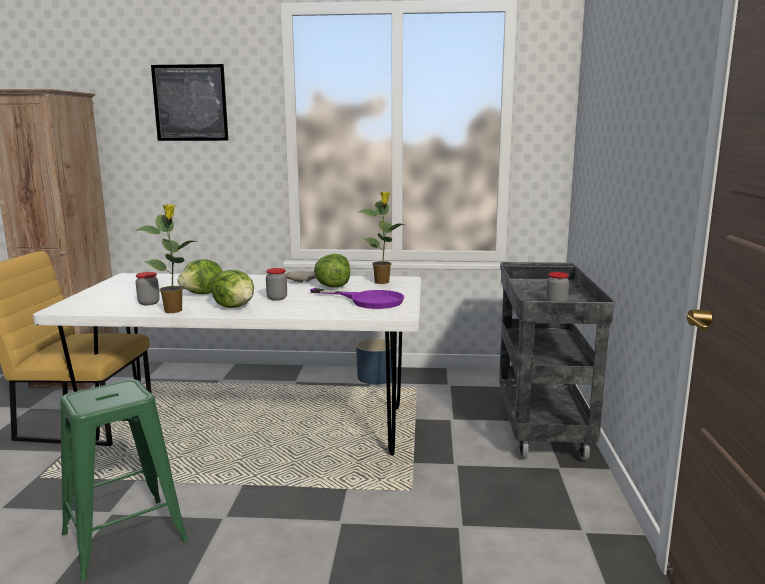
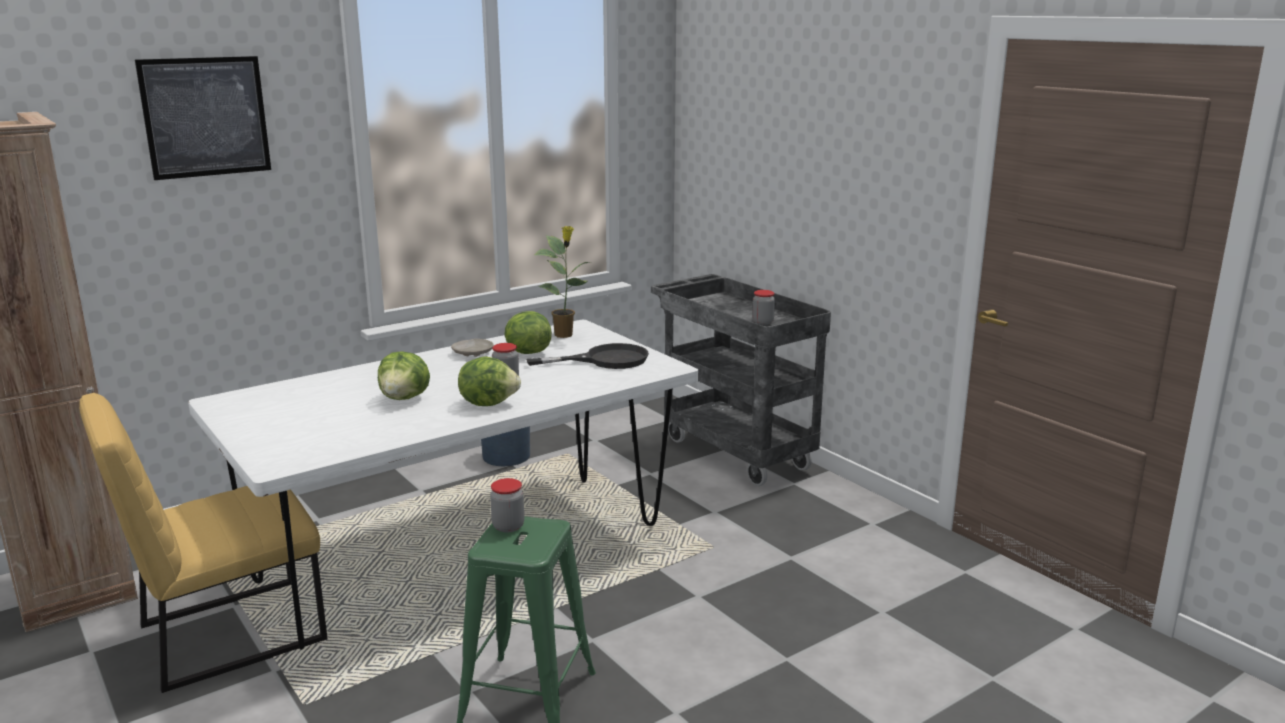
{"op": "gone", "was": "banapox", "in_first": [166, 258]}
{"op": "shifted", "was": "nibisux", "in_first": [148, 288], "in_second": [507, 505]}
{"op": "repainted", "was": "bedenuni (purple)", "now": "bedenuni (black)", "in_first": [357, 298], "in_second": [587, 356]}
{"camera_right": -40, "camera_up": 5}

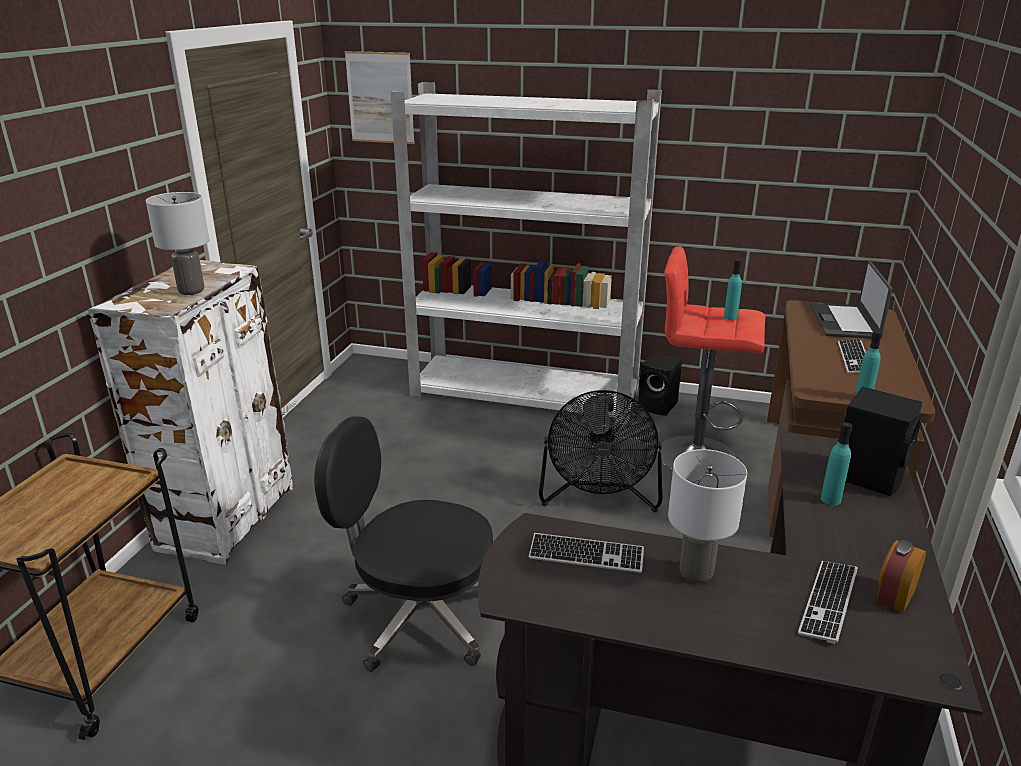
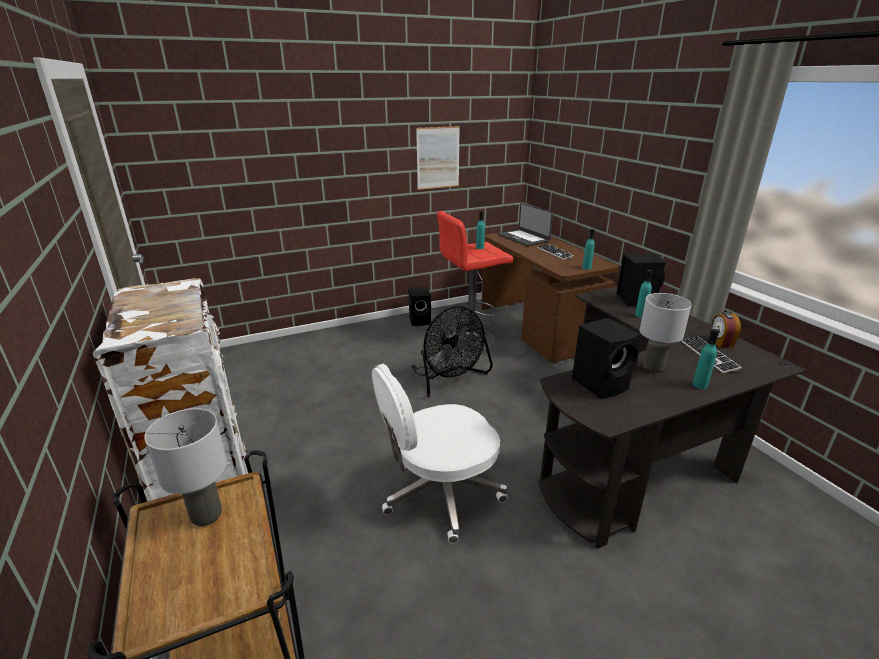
{"op": "shifted", "was": "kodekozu", "in_first": [380, 97], "in_second": [438, 158]}
{"op": "gone", "was": "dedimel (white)", "in_first": [526, 253]}
{"op": "shifted", "was": "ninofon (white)", "in_first": [177, 243], "in_second": [185, 467]}
{"op": "repainted", "was": "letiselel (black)", "now": "letiselel (white)", "in_first": [403, 544], "in_second": [439, 453]}
{"op": "swapped", "was": "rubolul", "now": "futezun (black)", "in_first": [586, 553], "in_second": [606, 358]}
{"op": "new", "now": "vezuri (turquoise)", "in_second": [706, 359]}
{"camera_right": -40, "camera_up": 0}

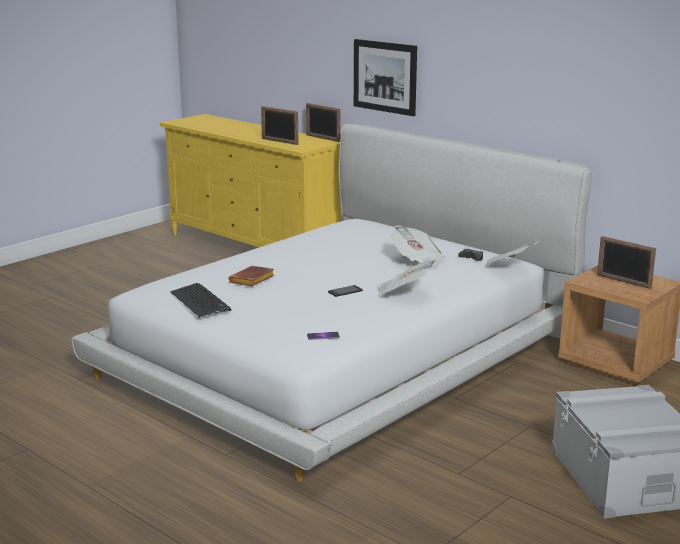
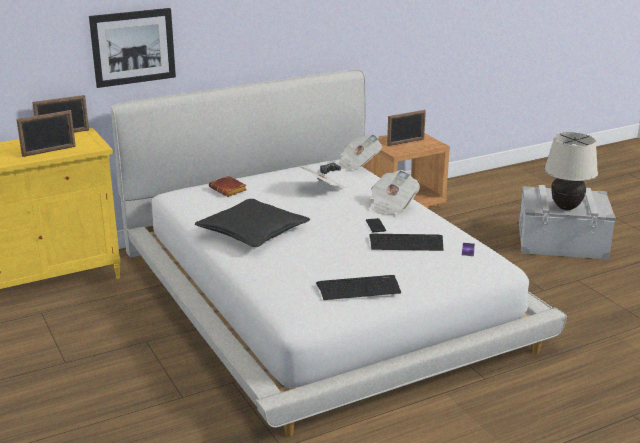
{"op": "shifted", "was": "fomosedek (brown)", "in_first": [251, 276], "in_second": [228, 186]}
{"op": "new", "now": "ninofon (beige)", "in_second": [571, 171]}
{"op": "new", "now": "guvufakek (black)", "in_second": [252, 223]}
{"op": "new", "now": "rubolul", "in_second": [406, 242]}
{"camera_right": -70, "camera_up": 5}

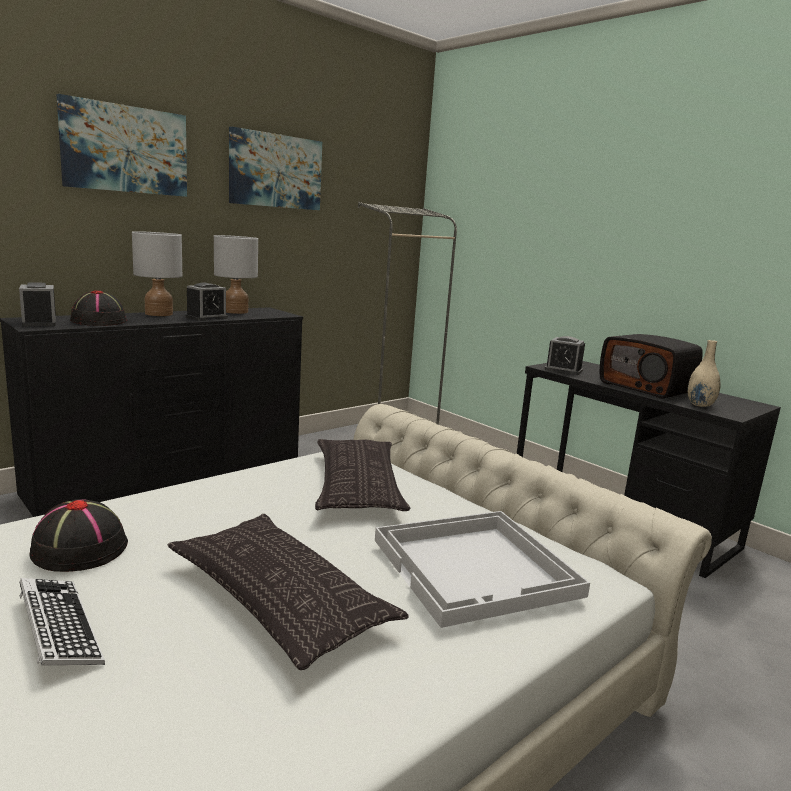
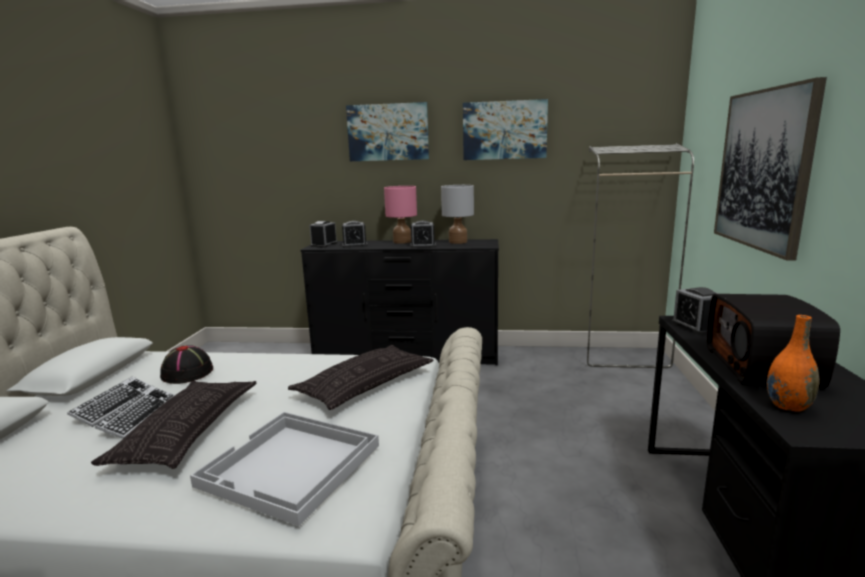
{"op": "repainted", "was": "ninofon (grey)", "now": "ninofon (pink)", "in_first": [157, 273], "in_second": [400, 215]}
{"op": "swapped", "was": "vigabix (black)", "now": "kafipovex", "in_first": [98, 308], "in_second": [355, 234]}
{"op": "repainted", "was": "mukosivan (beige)", "now": "mukosivan (orange)", "in_first": [704, 373], "in_second": [793, 363]}
{"op": "new", "now": "kodekozu", "in_second": [770, 169]}
{"op": "new", "now": "rubolul", "in_second": [135, 412]}
{"camera_right": 50, "camera_up": 0}

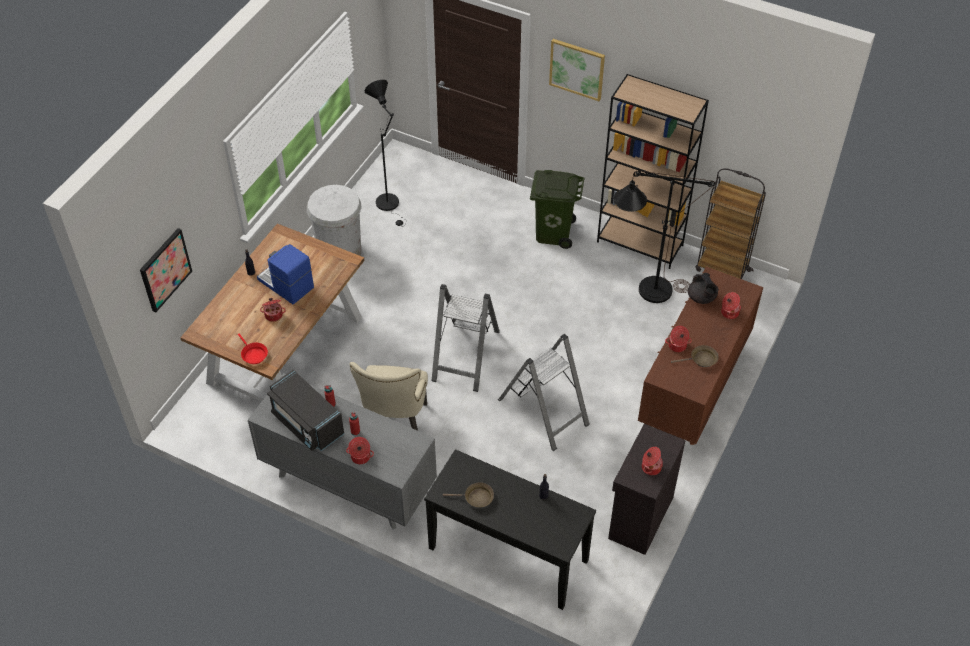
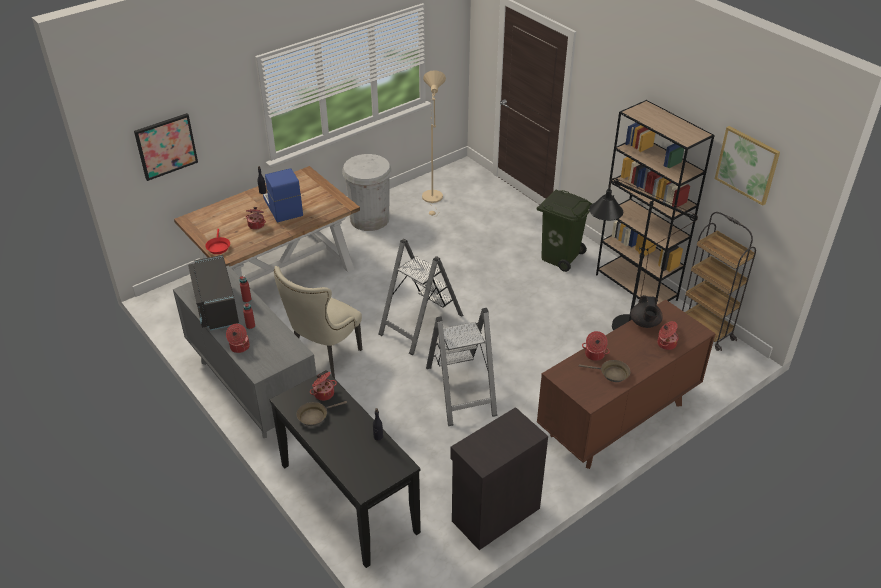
{"op": "shifted", "was": "kodekozu", "in_first": [577, 70], "in_second": [747, 166]}
{"op": "repainted", "was": "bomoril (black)", "now": "bomoril (beige)", "in_first": [385, 153], "in_second": [434, 143]}
{"op": "shifted", "was": "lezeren", "in_first": [652, 461], "in_second": [323, 386]}
{"op": "rotated", "was": "bedenuni (brown)", "in_first": [468, 494], "in_second": [321, 413], "clockwise": 120}
{"camera_right": 25, "camera_up": -10}

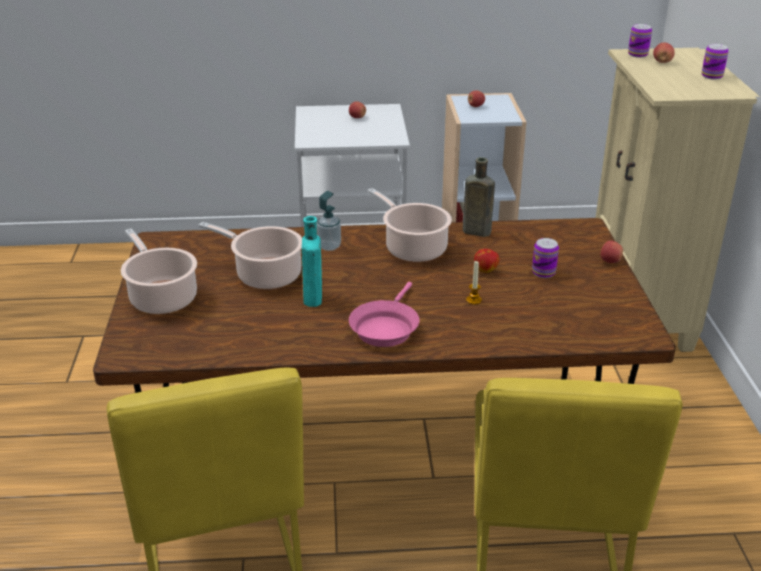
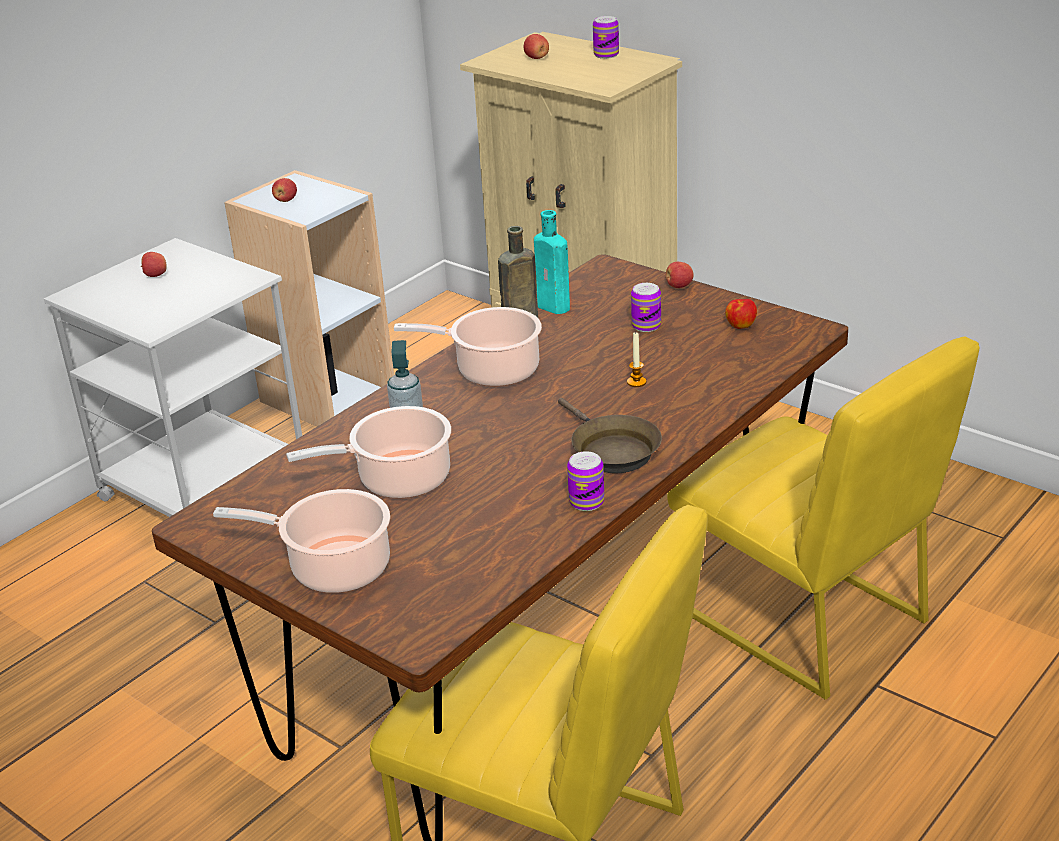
{"op": "shifted", "was": "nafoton", "in_first": [640, 41], "in_second": [585, 481]}
{"op": "shifted", "was": "vezuri (turquoise)", "in_first": [312, 261], "in_second": [552, 262]}
{"op": "shifted", "was": "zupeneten", "in_first": [486, 261], "in_second": [741, 314]}
{"op": "repainted", "was": "bedenuni (pink)", "now": "bedenuni (brown)", "in_first": [384, 314], "in_second": [610, 435]}
{"camera_right": -45, "camera_up": 0}

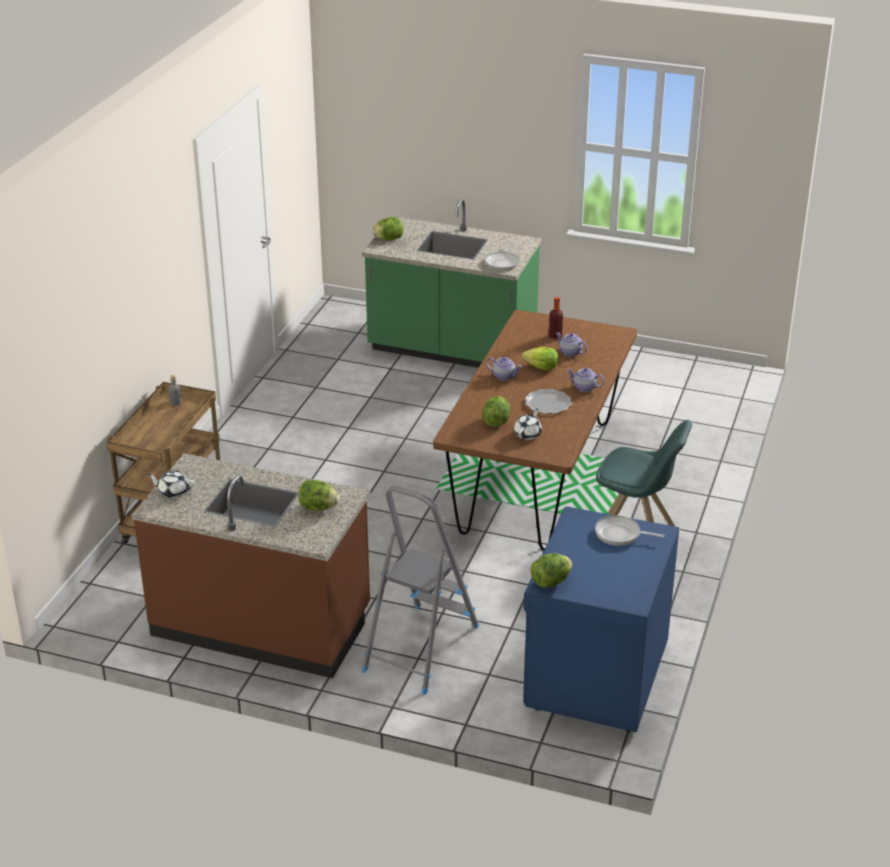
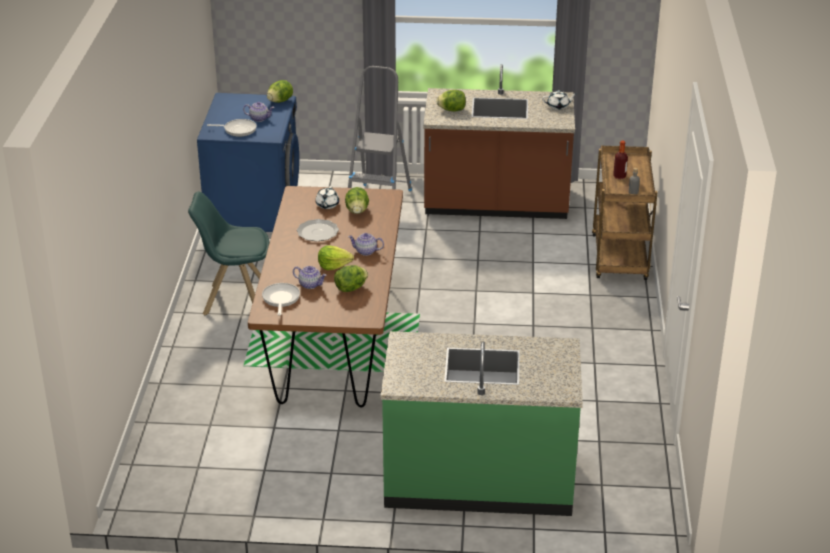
{"op": "shifted", "was": "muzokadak", "in_first": [387, 228], "in_second": [351, 278]}
{"op": "shifted", "was": "bedenuni", "in_first": [502, 257], "in_second": [281, 299]}
{"op": "shifted", "was": "vezuri", "in_first": [556, 318], "in_second": [620, 160]}
{"op": "shifted", "was": "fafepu", "in_first": [585, 380], "in_second": [258, 112]}
{"camera_right": 165, "camera_up": 0}

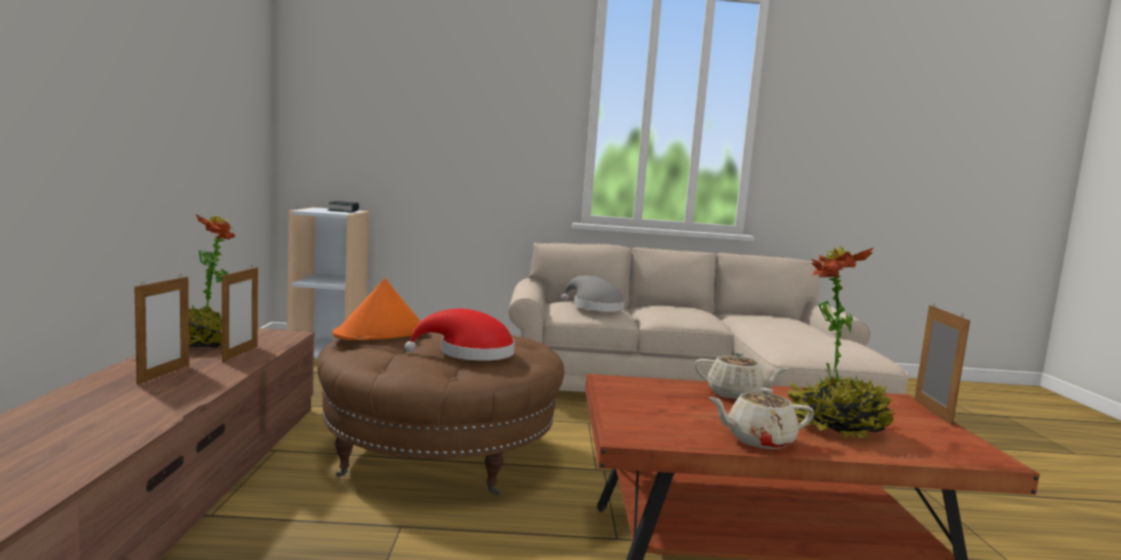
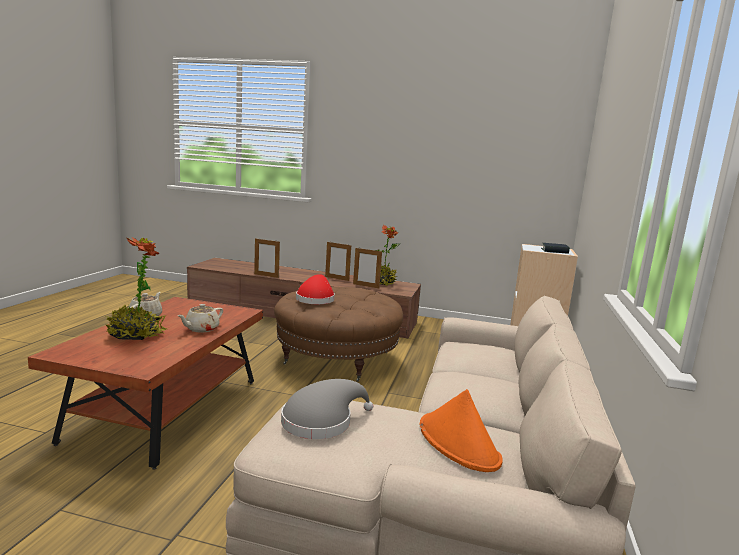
{"op": "shifted", "was": "vigabix (grey)", "in_first": [593, 293], "in_second": [327, 409]}
{"op": "shifted", "was": "vigabix (orange)", "in_first": [376, 309], "in_second": [461, 430]}
{"op": "shifted", "was": "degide", "in_first": [942, 365], "in_second": [267, 258]}
{"camera_right": 105, "camera_up": 5}

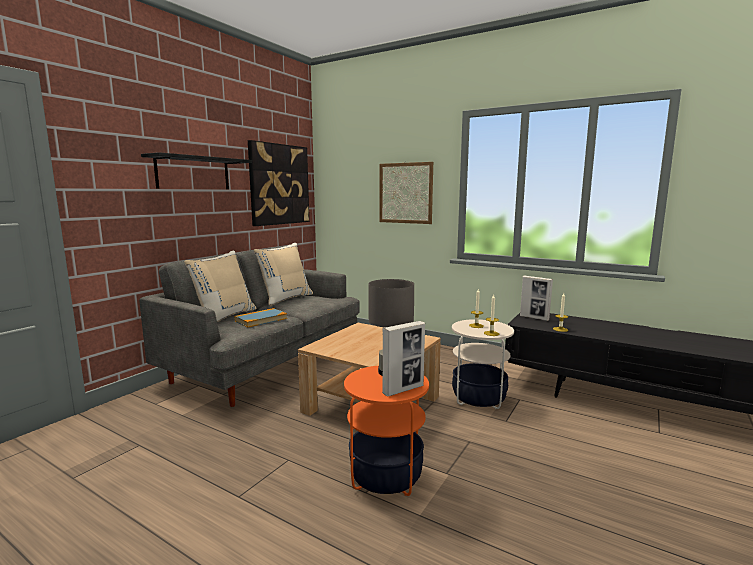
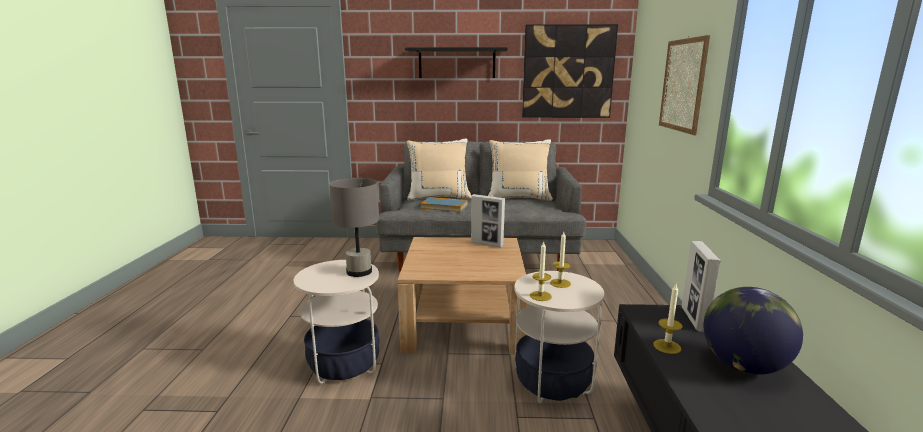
{"op": "shifted", "was": "degide", "in_first": [403, 359], "in_second": [488, 220]}
{"op": "repainted", "was": "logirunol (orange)", "now": "logirunol (beige)", "in_first": [386, 431], "in_second": [336, 322]}
{"op": "new", "now": "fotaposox", "in_second": [753, 331]}
{"camera_right": 60, "camera_up": 5}

